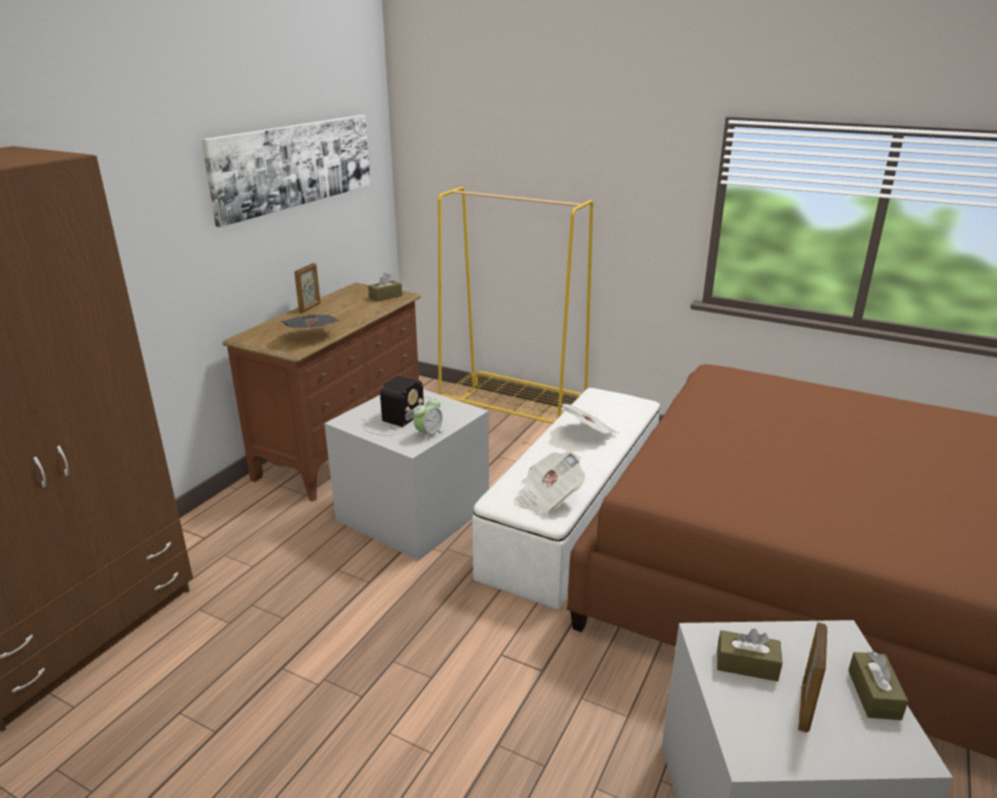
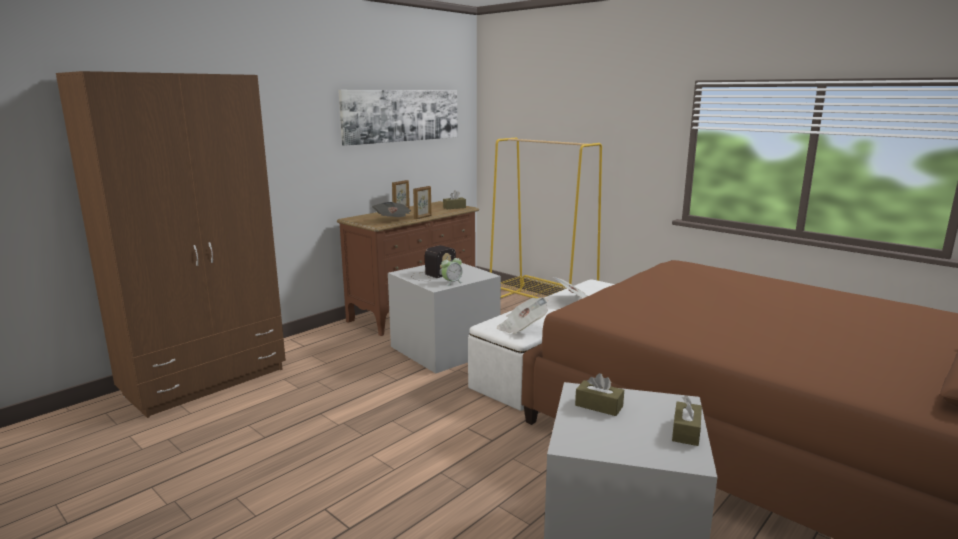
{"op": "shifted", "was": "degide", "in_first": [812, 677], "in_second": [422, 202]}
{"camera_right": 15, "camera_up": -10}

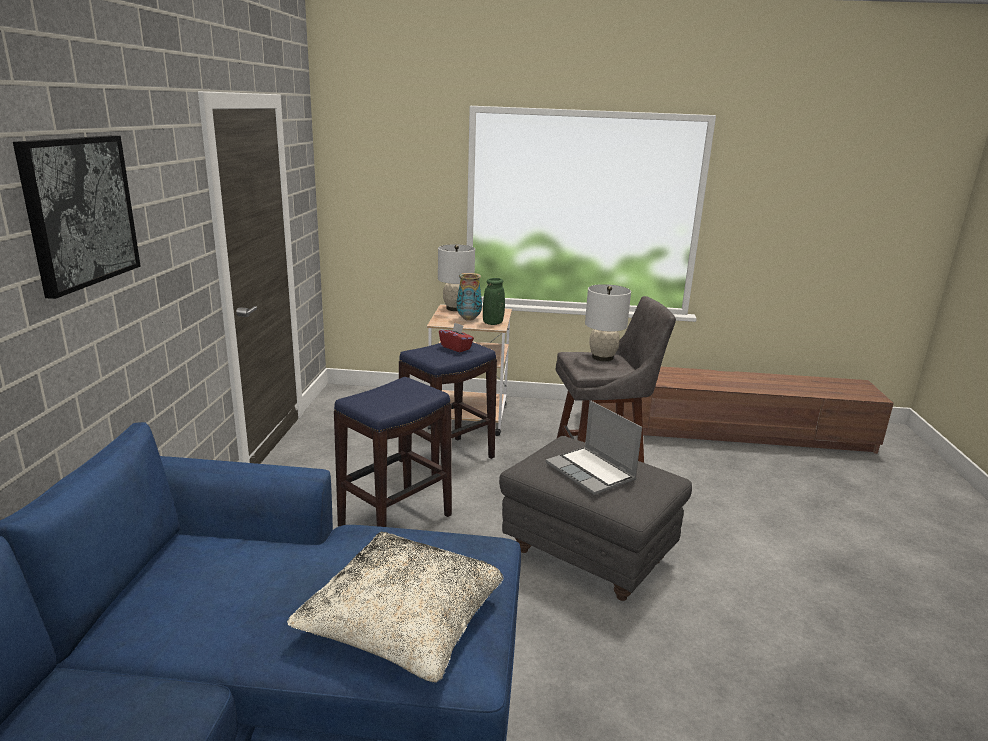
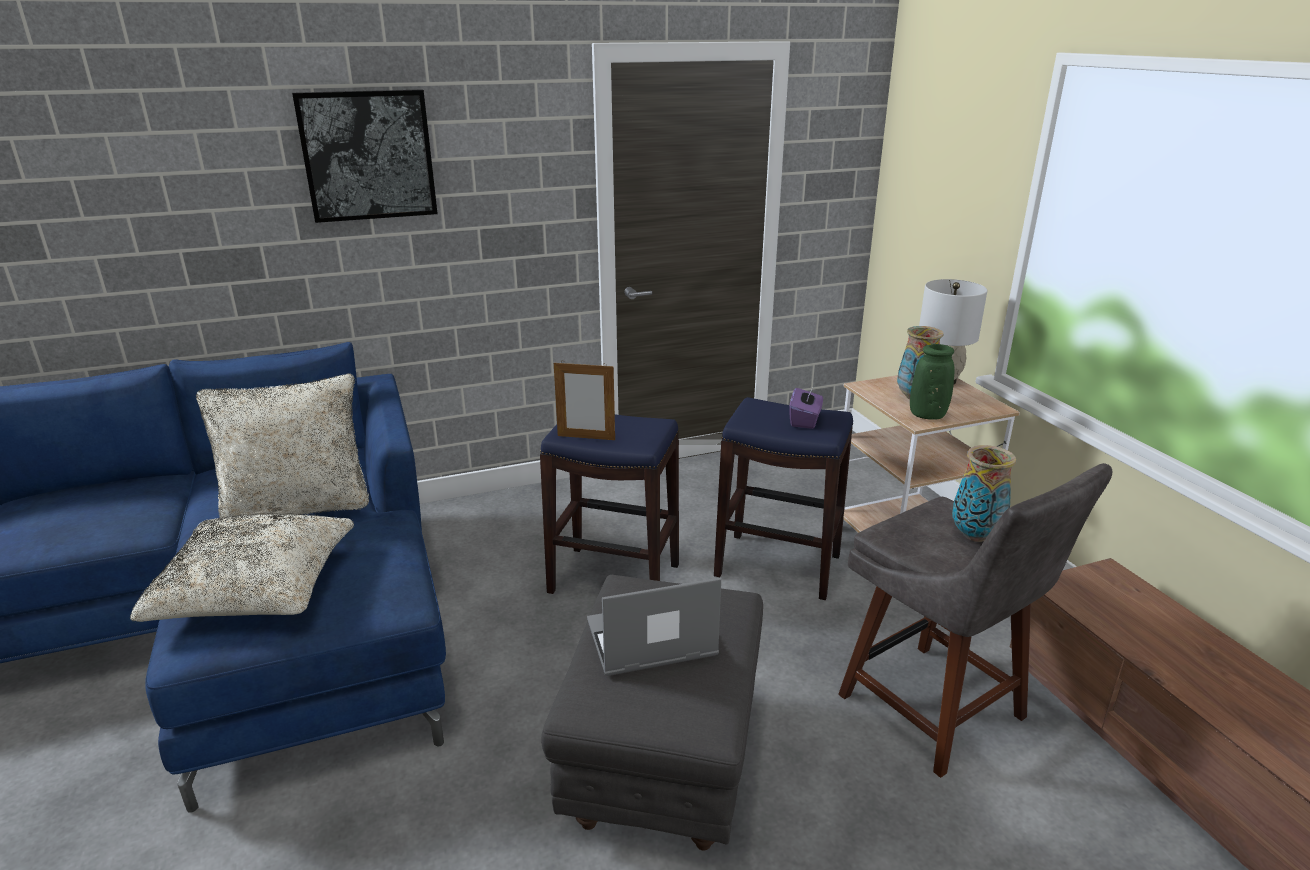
{"op": "swapped", "was": "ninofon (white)", "now": "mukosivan", "in_first": [608, 322], "in_second": [984, 493]}
{"op": "repainted", "was": "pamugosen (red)", "now": "pamugosen (purple)", "in_first": [456, 337], "in_second": [806, 407]}
{"op": "rotated", "was": "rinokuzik", "in_first": [594, 447], "in_second": [654, 627], "clockwise": 45}
{"op": "new", "now": "degide", "in_second": [584, 400]}
{"op": "new", "now": "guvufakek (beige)", "in_second": [282, 445]}
{"camera_right": 65, "camera_up": 5}

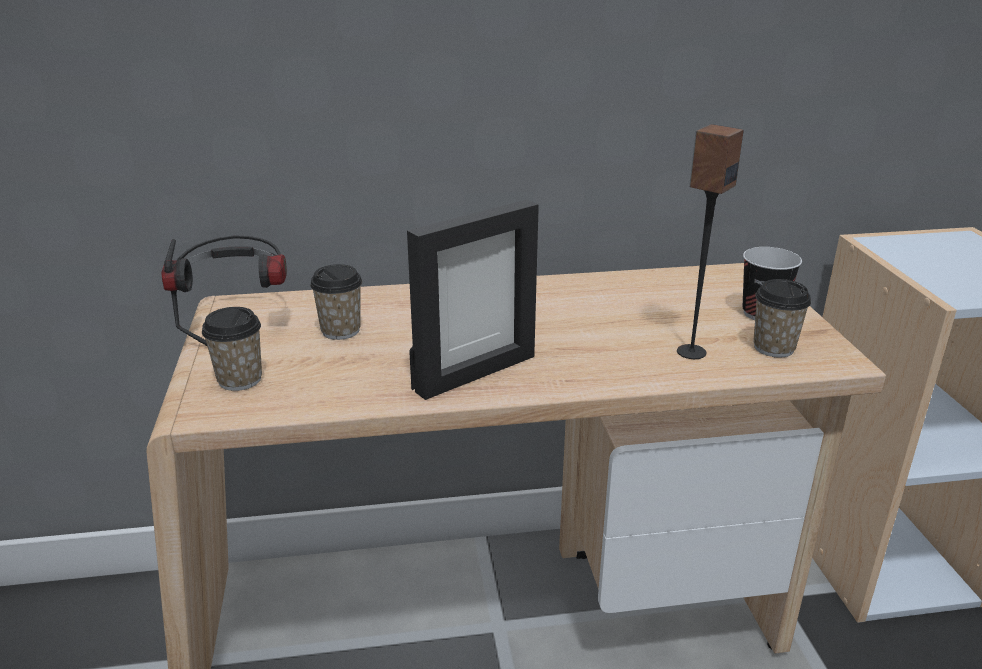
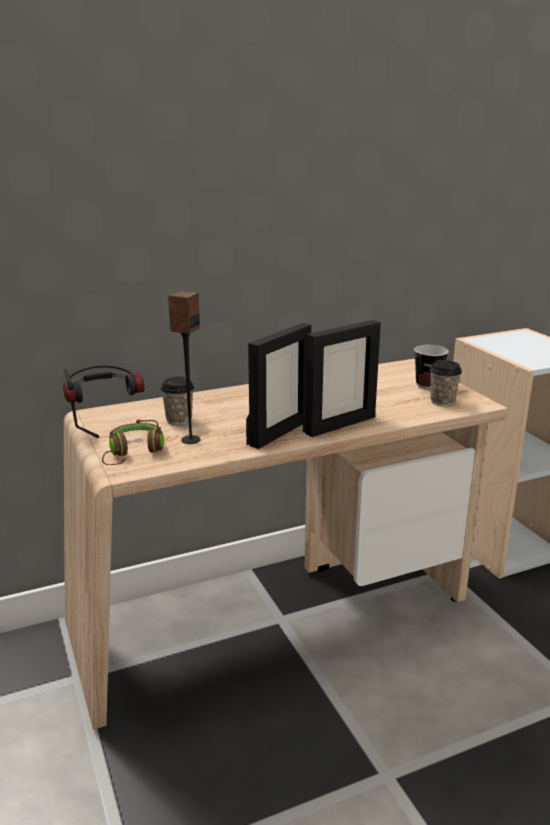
{"op": "shifted", "was": "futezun", "in_first": [710, 241], "in_second": [184, 367]}
{"op": "swapped", "was": "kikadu", "now": "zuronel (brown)", "in_first": [232, 349], "in_second": [133, 442]}
{"op": "new", "now": "degide", "in_second": [342, 378]}
{"camera_right": -15, "camera_up": -5}

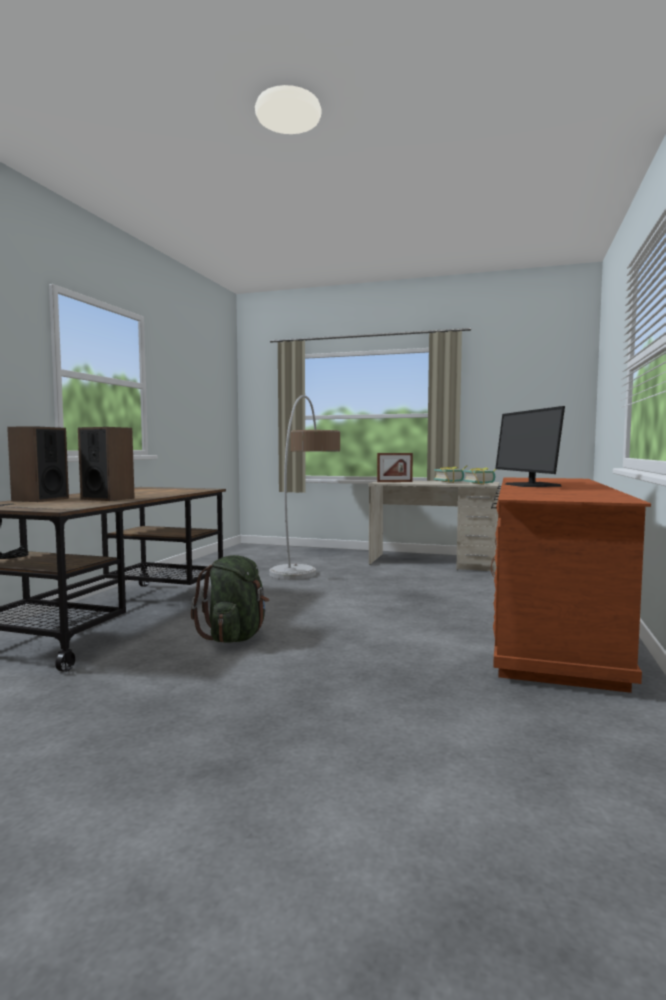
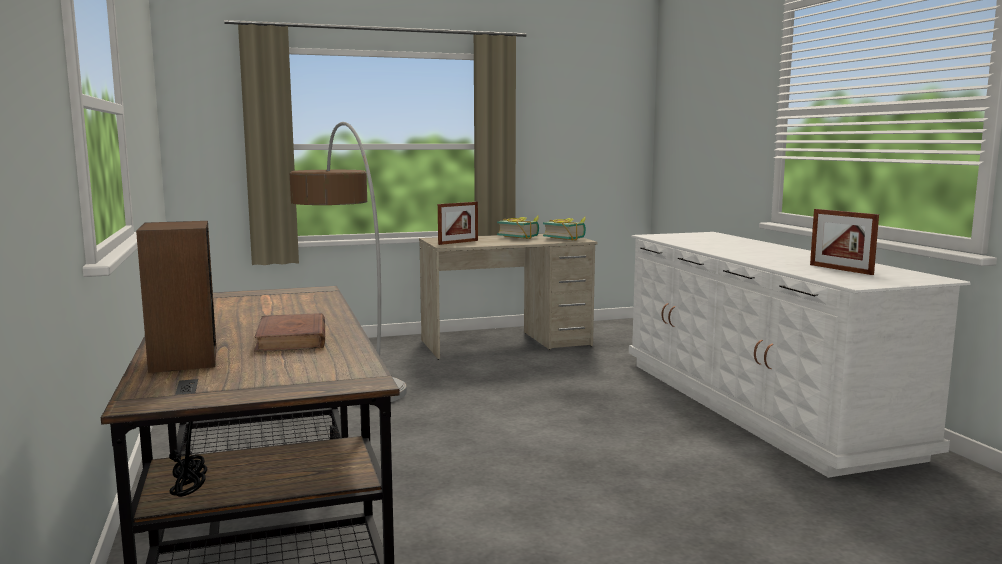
{"op": "gone", "was": "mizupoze", "in_first": [530, 446]}
{"op": "swapped", "was": "futezun", "now": "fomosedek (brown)", "in_first": [106, 464], "in_second": [289, 332]}
{"op": "repainted", "was": "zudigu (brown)", "now": "zudigu (white)", "in_first": [571, 585], "in_second": [800, 355]}
{"op": "gone", "was": "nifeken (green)", "in_first": [230, 599]}
{"op": "new", "now": "degide", "in_second": [844, 242]}
{"camera_right": -35, "camera_up": 5}

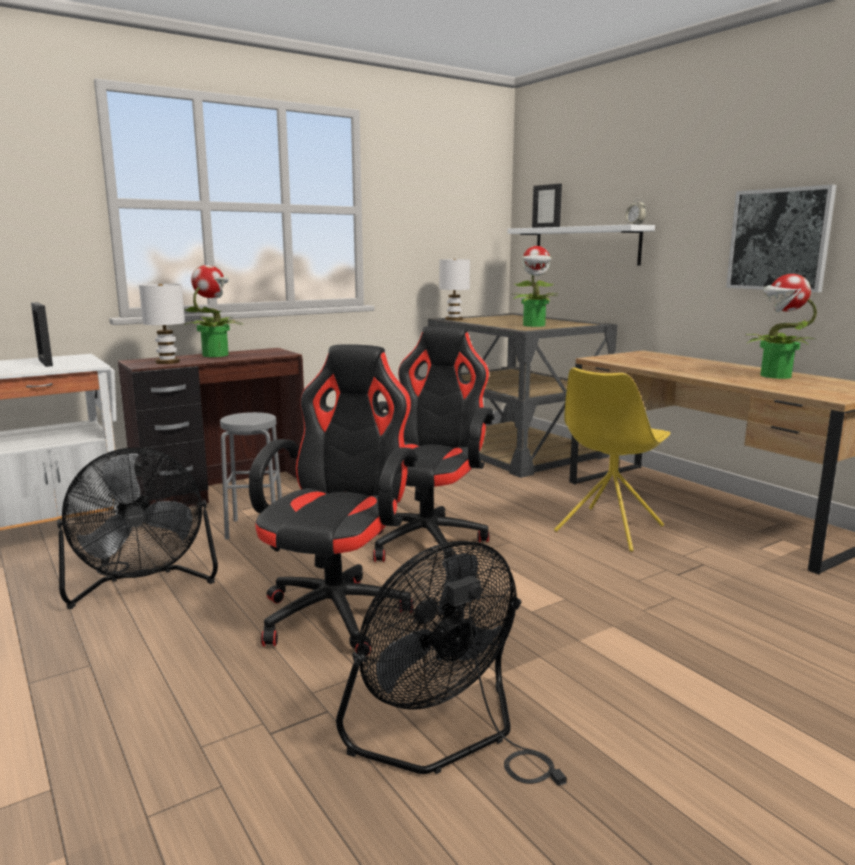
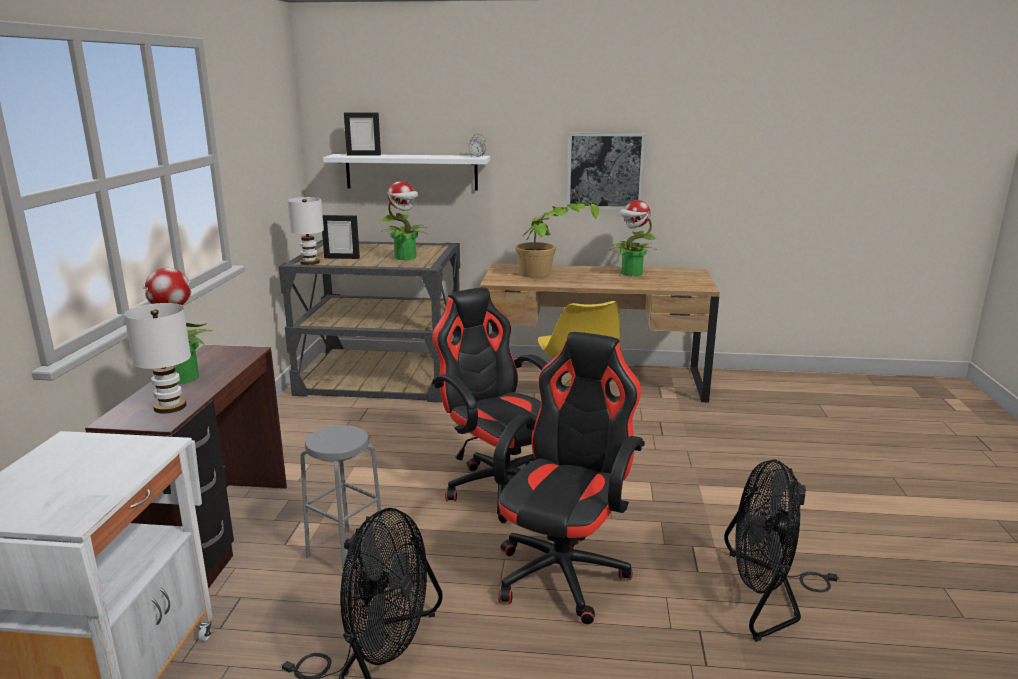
{"op": "shifted", "was": "degide", "in_first": [42, 334], "in_second": [341, 237]}
{"op": "rotated", "was": "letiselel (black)", "in_first": [333, 500], "in_second": [569, 478], "clockwise": 60}
{"op": "new", "now": "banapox", "in_second": [557, 239]}
{"camera_right": -50, "camera_up": 5}

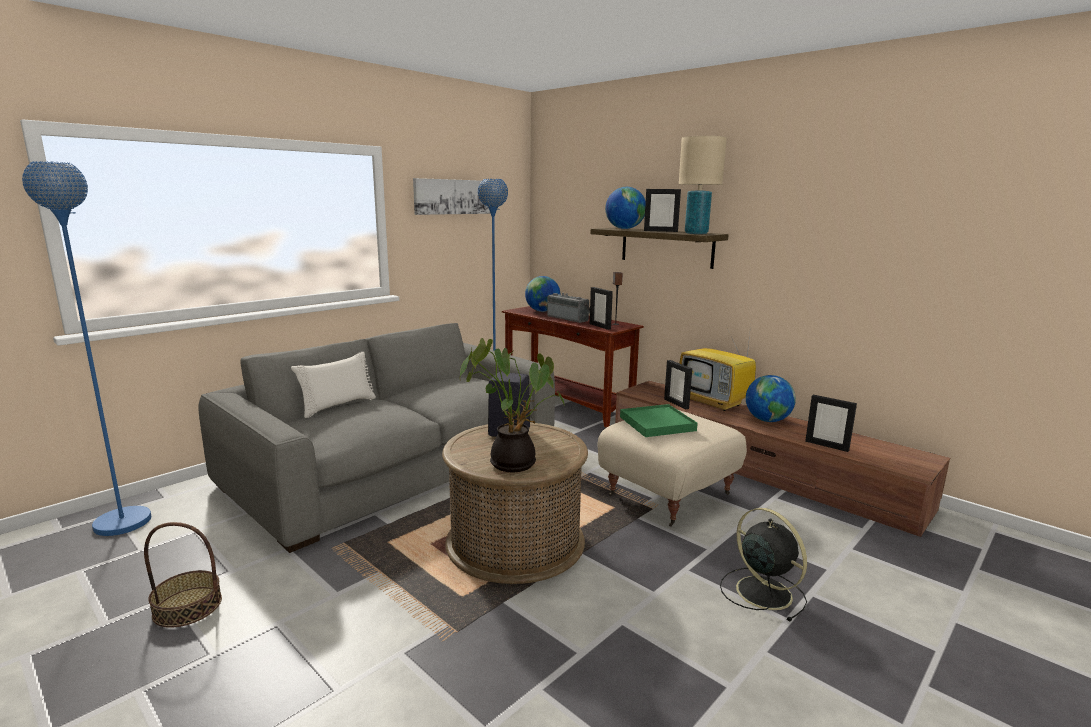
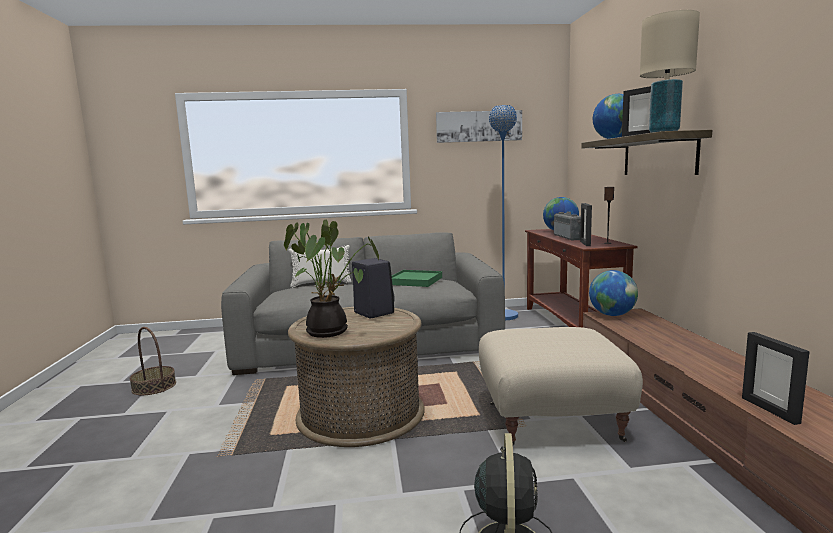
{"op": "gone", "was": "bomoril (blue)", "in_first": [86, 348]}
{"op": "gone", "was": "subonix", "in_first": [717, 368]}
{"op": "gone", "was": "degide", "in_first": [678, 385]}
{"op": "shifted", "was": "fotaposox", "in_first": [771, 398], "in_second": [613, 293]}
{"op": "shifted", "was": "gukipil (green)", "in_first": [659, 420], "in_second": [417, 278]}
{"camera_right": 40, "camera_up": -5}

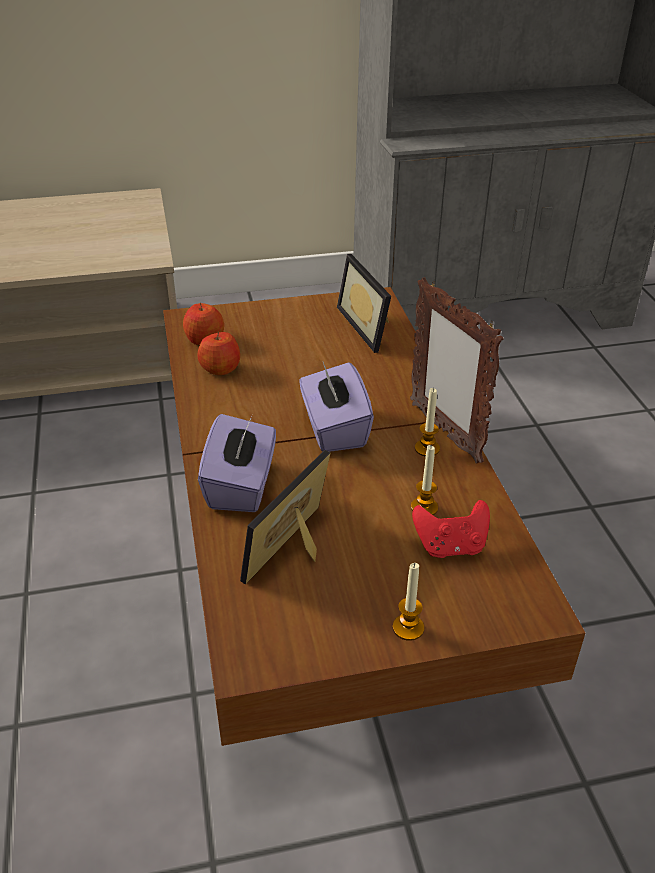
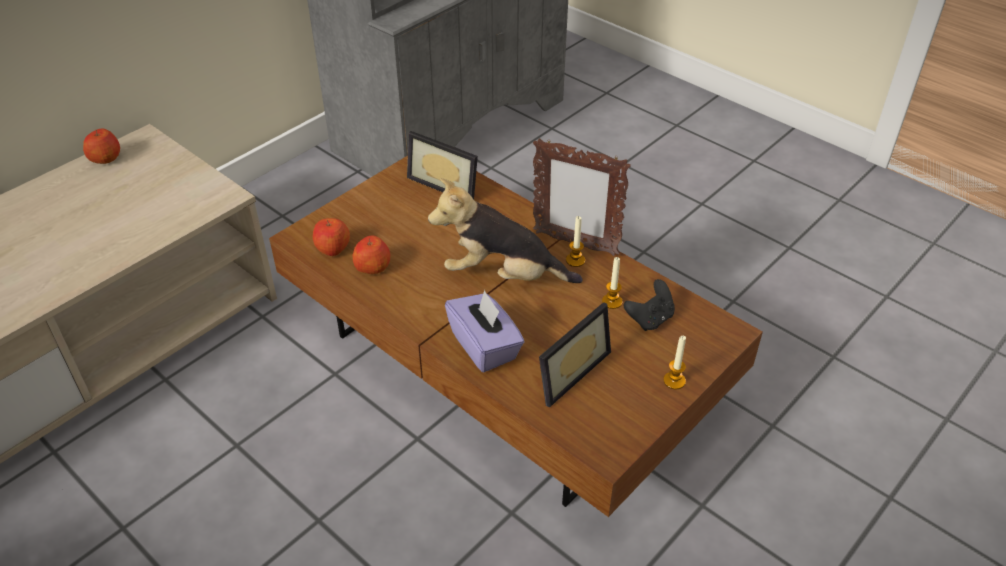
{"op": "swapped", "was": "pamugosen (purple)", "now": "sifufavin", "in_first": [336, 407], "in_second": [505, 230]}
{"op": "rotated", "was": "degide", "in_first": [285, 517], "in_second": [575, 354], "clockwise": -135}
{"op": "repainted", "was": "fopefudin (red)", "now": "fopefudin (black)", "in_first": [451, 529], "in_second": [649, 305]}
{"op": "new", "now": "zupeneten", "in_second": [101, 146]}
{"camera_right": -35, "camera_up": 5}

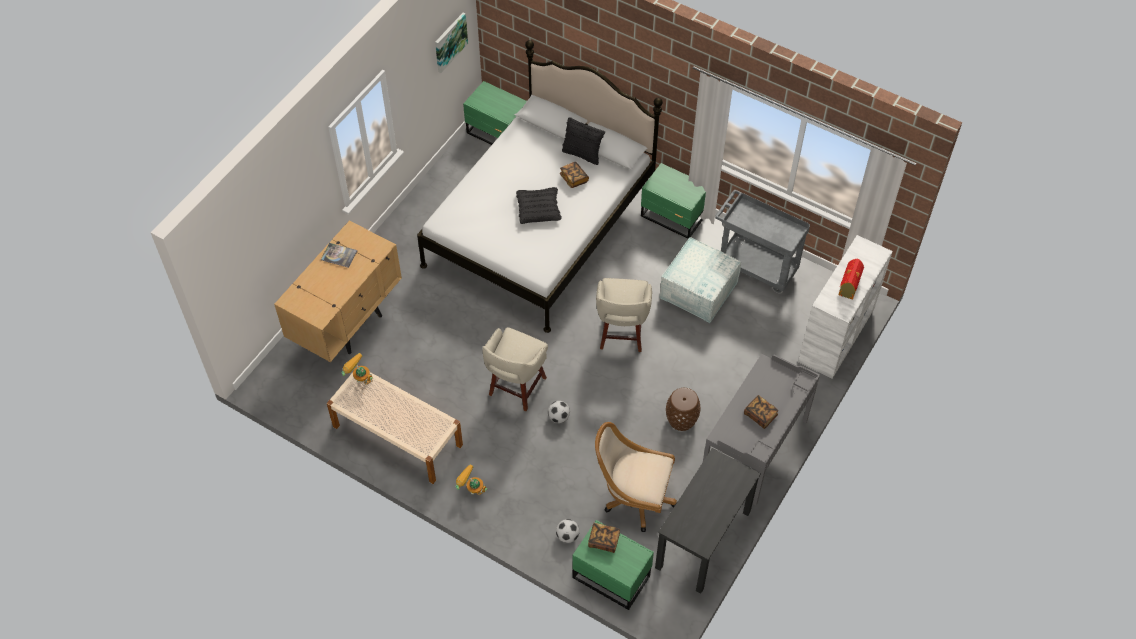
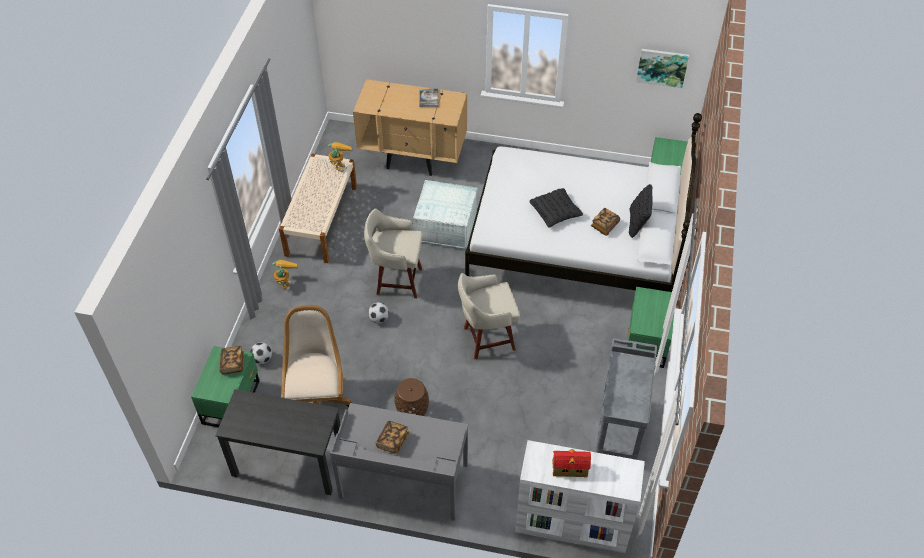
{"op": "shifted", "was": "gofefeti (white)", "in_first": [700, 280], "in_second": [445, 214]}
{"camera_right": 70, "camera_up": -5}

